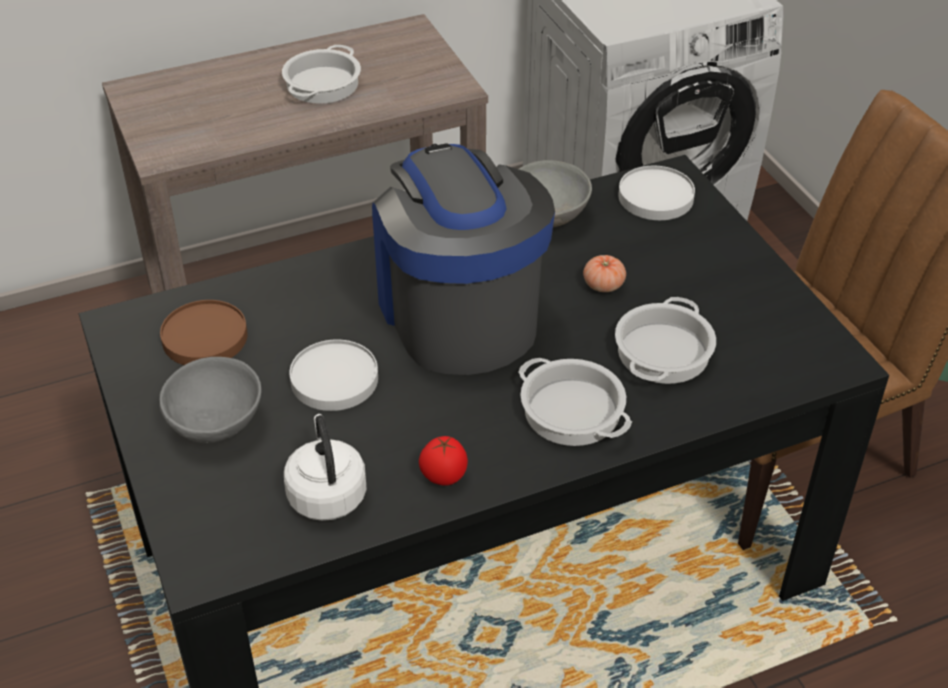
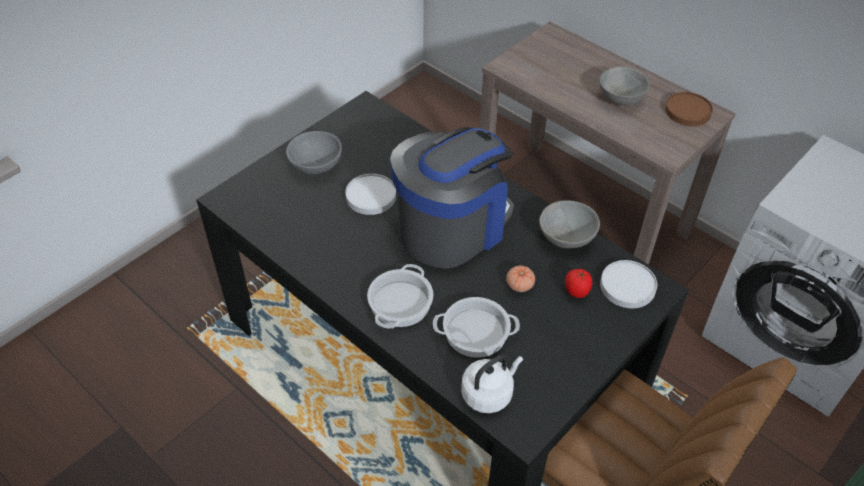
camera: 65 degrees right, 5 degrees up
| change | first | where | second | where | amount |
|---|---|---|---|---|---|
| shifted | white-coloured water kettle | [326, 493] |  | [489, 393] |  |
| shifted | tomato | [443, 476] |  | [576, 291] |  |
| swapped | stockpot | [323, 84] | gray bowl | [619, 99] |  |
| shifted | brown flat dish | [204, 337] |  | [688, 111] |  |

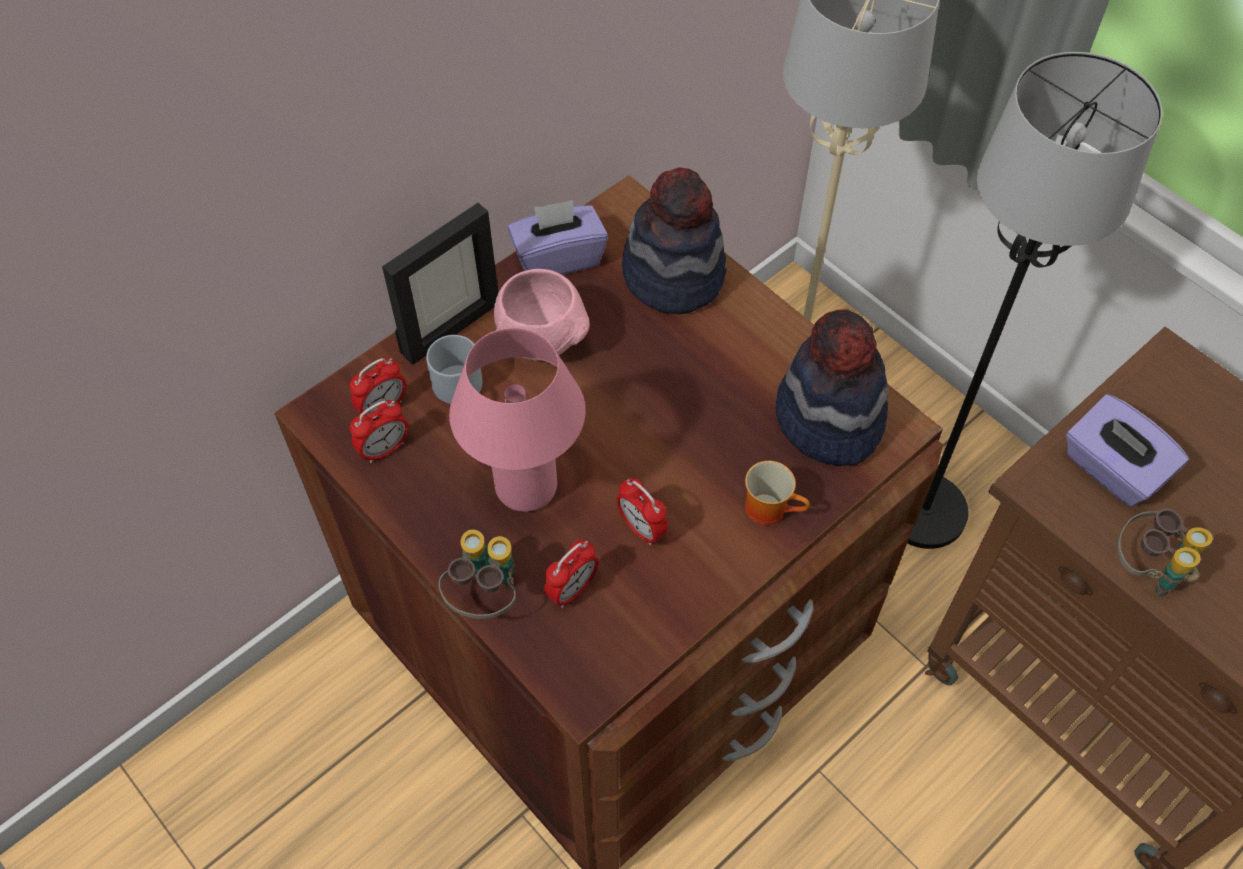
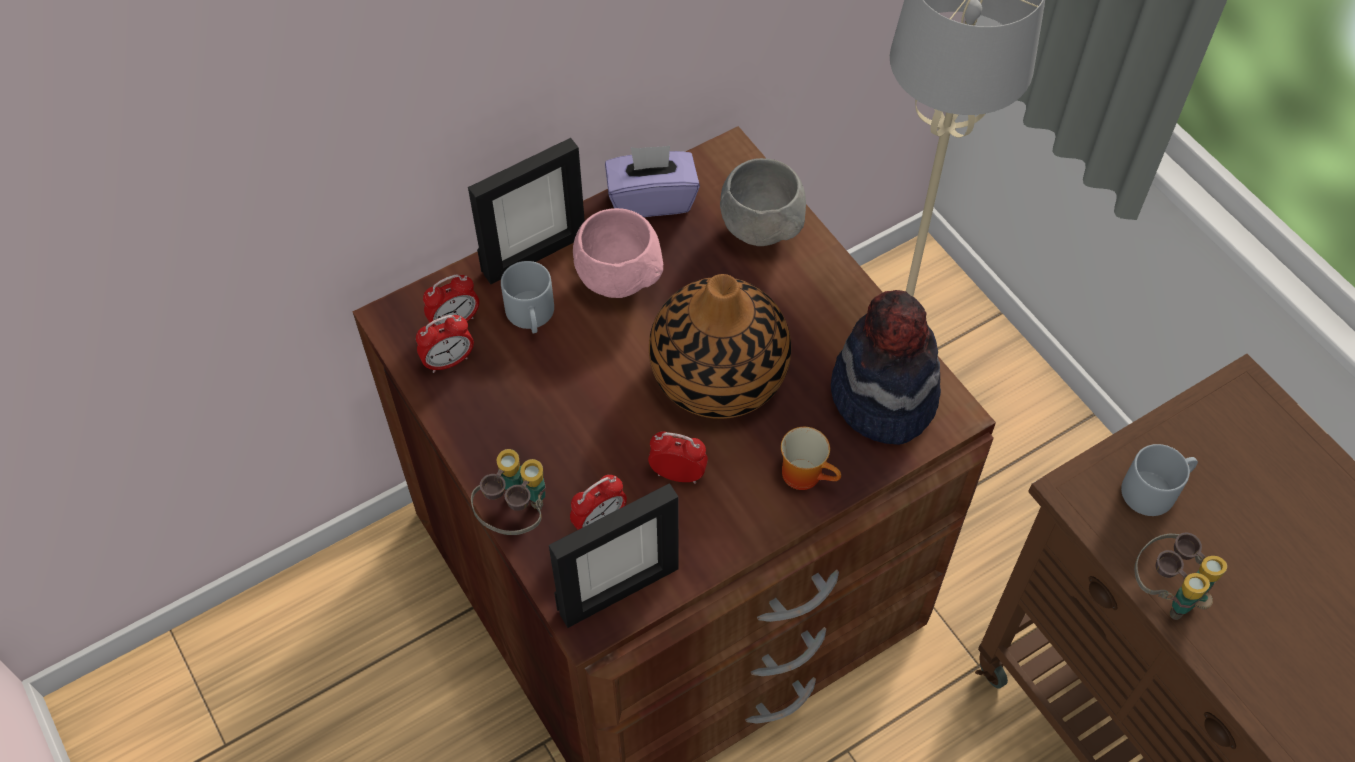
camera: 10 degrees right, 0 degrees up
| change | first | where | second | where | amount |
|---|---|---|---|---|---|
| new |  |  | picture frame | [618, 589] |  |
| rotated | table clock | [641, 528] |  | [677, 474] | 135 degrees clockwise |
| new |  |  | flower vase | [718, 375] |  |
| swapped | wearable hat | [673, 274] | gray bowl | [761, 231] |  |
| swapped | purplish box of tissues | [1111, 469] | gray tea mug | [1155, 488] |  |
| gone | pinkish table lamp | [526, 486] |  |  |  |
| gone | black-coloured standing lamp | [923, 511] |  |  |  |

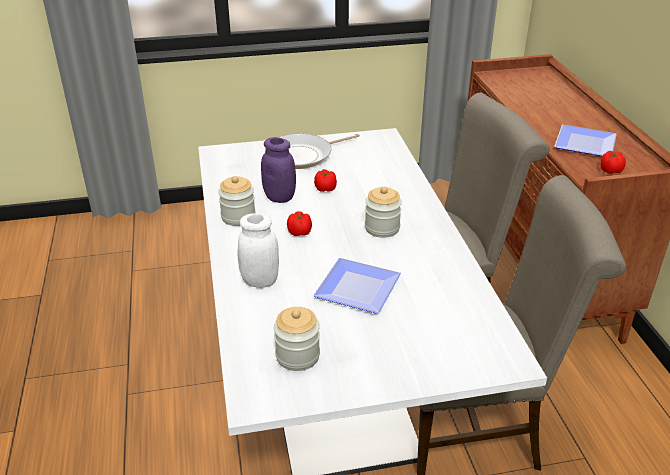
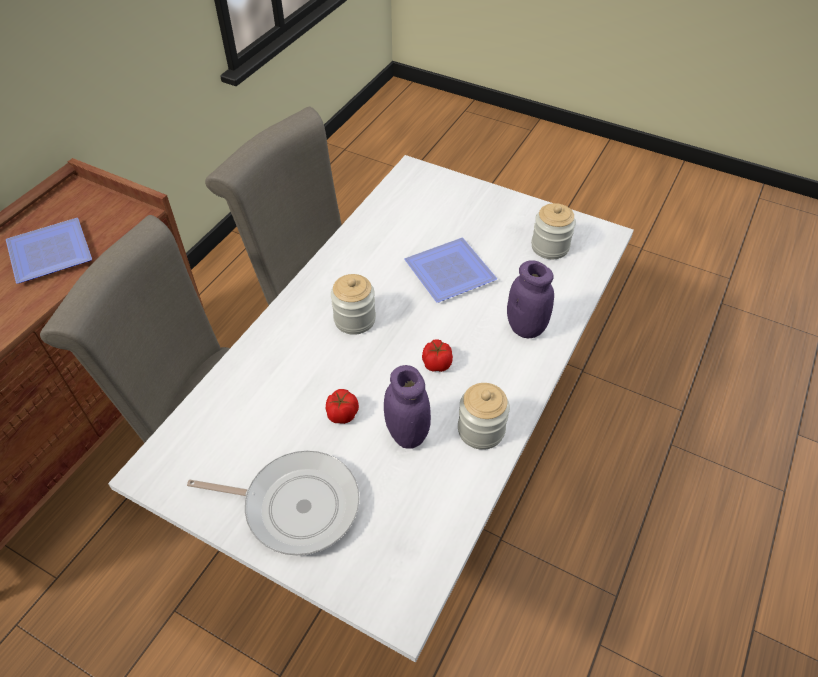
camera: 140 degrees left, 15 degrees up
| change | first | where | second | where | amount |
|---|---|---|---|---|---|
| repainted | white-coloured preserve jar | [260, 281] | purplish preserve jar | [525, 327] |  |
| gone | tomato | [610, 170] |  |  |  |

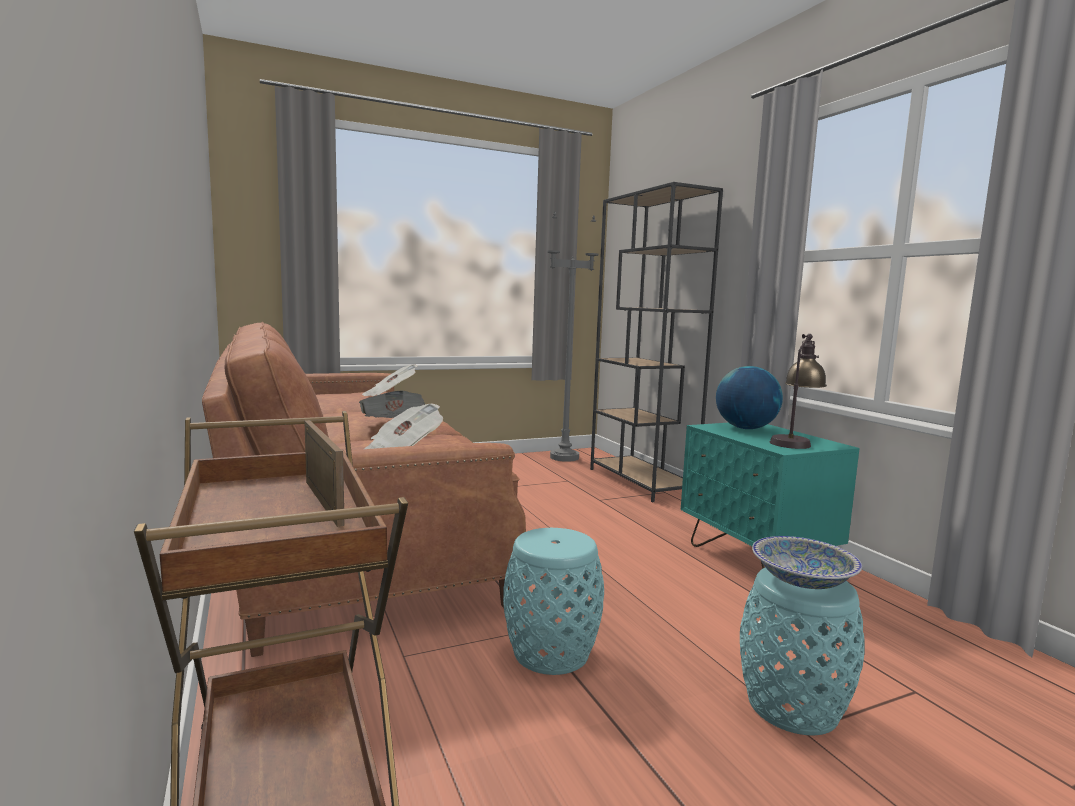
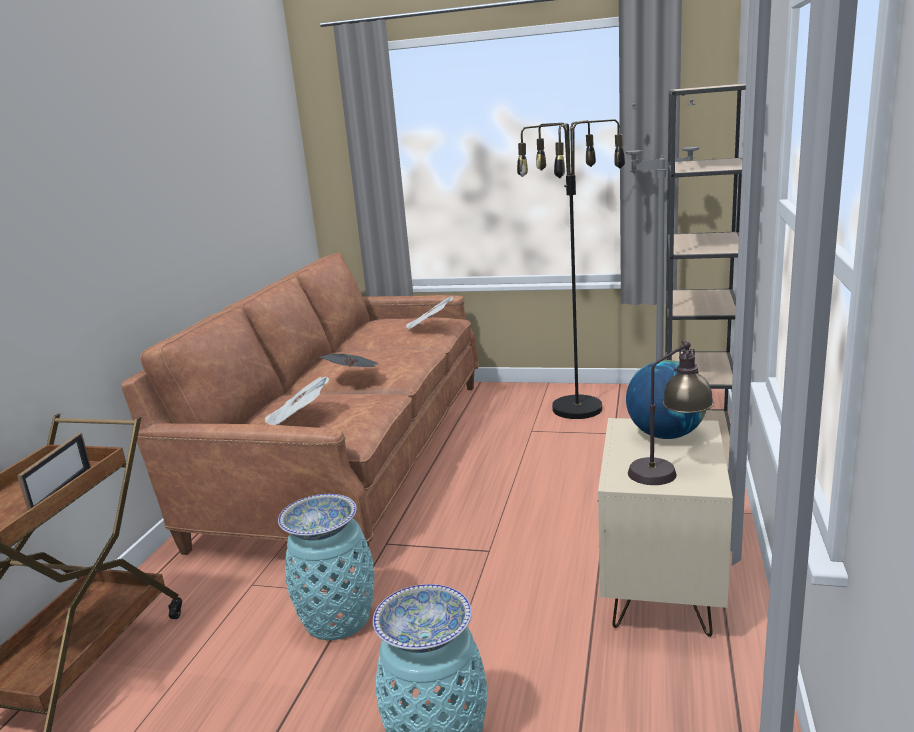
camera: 40 degrees right, 10 degrees up
| change | first | where | second | where | amount |
|---|---|---|---|---|---|
| new |  |  | bowl | [320, 531] |  |
| new |  |  | standing lamp | [576, 408] |  |
| repainted | turquoise night table | [756, 561] | sand-coloured night table | [661, 591] |  |

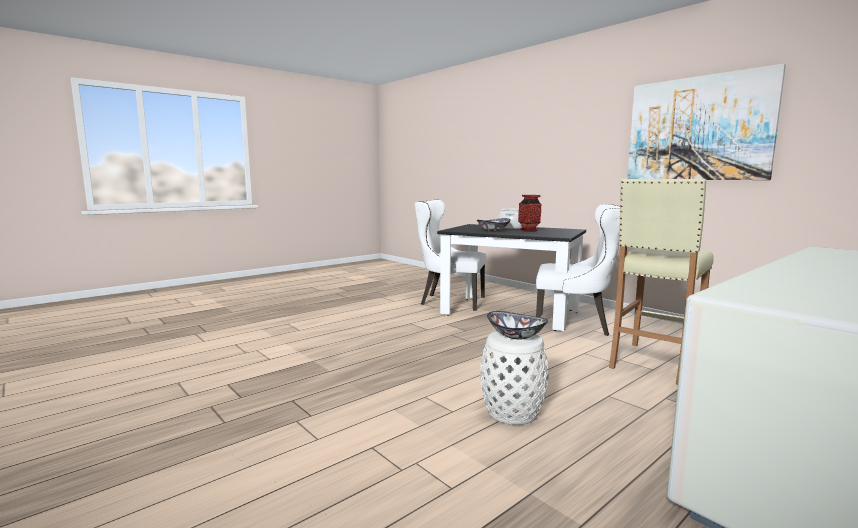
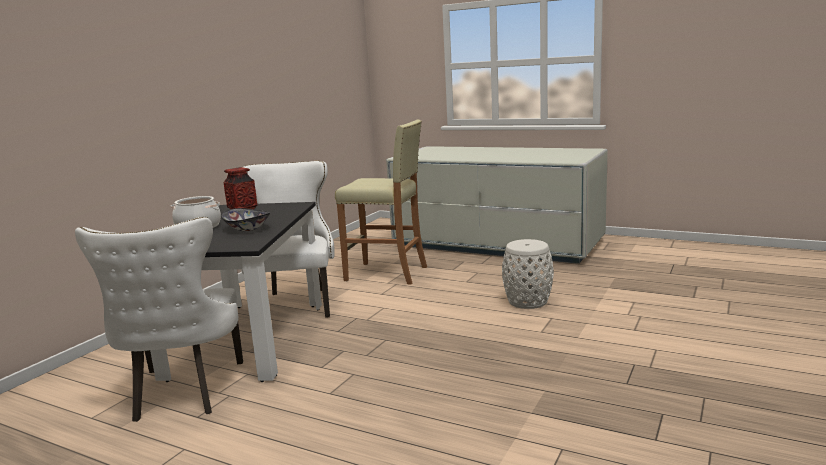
camera: 110 degrees left, 5 degrees up
| change | first | where | second | where | amount |
|---|---|---|---|---|---|
| gone | bowl | [516, 336] |  |  |  |
| gone | picture | [697, 129] |  |  |  |

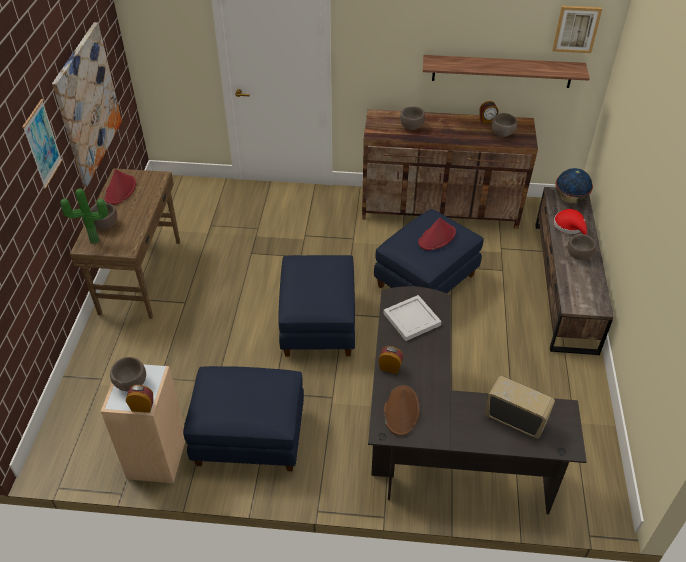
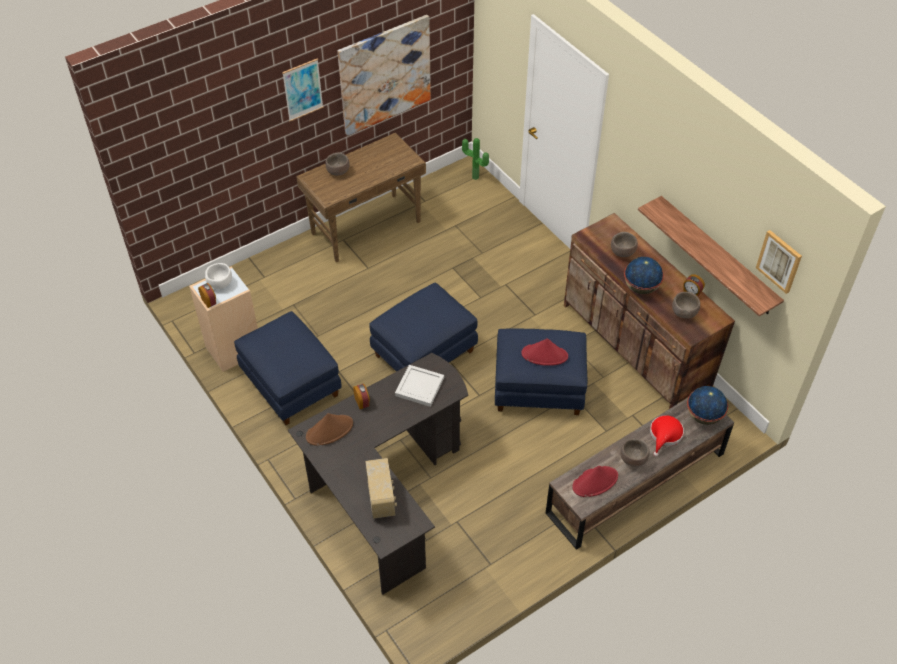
camera: 50 degrees right, 5 degrees up
| change | first | where | second | where | amount |
|---|---|---|---|---|---|
| repainted | brown bowl | [130, 383] | white-coloured bowl | [220, 283] |  |
| shifted | plant in a pot | [95, 242] |  | [474, 178] |  |
| shifted | red wearable hat | [120, 190] |  | [595, 482] |  |
| new |  |  | globe | [641, 288] |  |

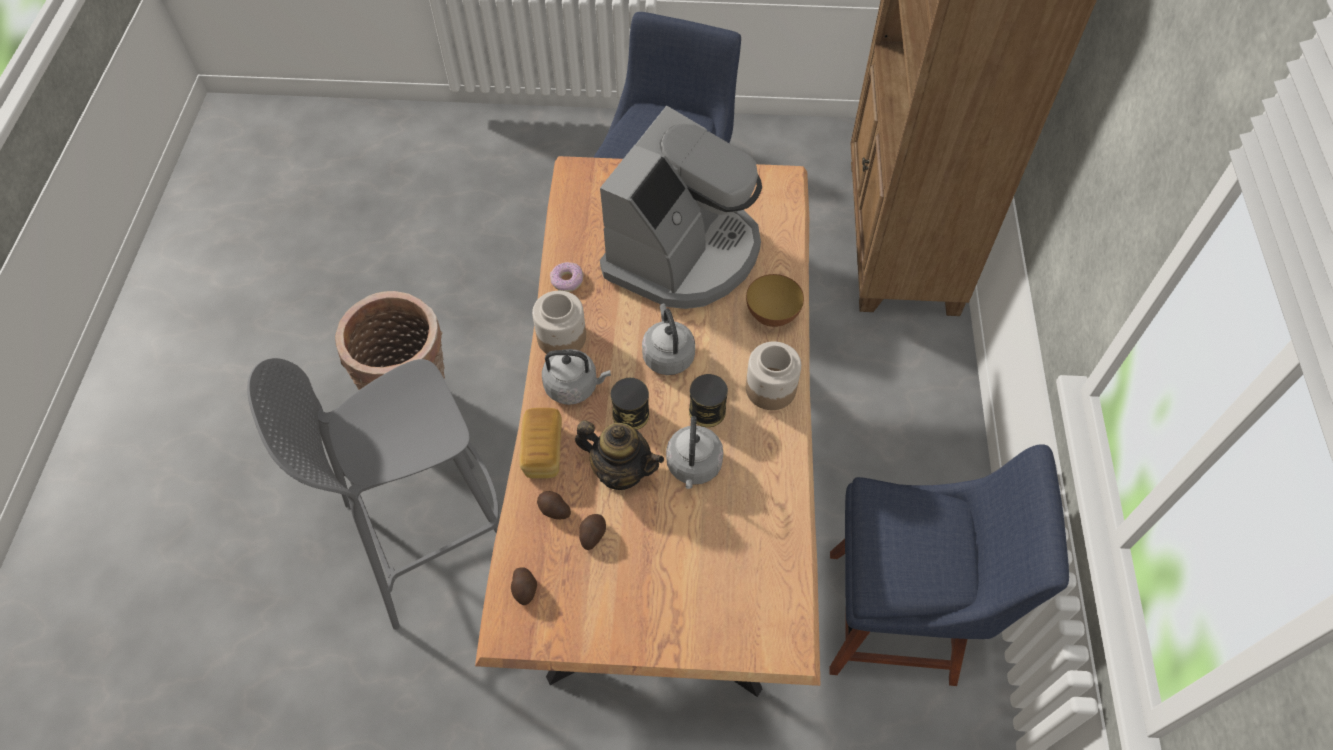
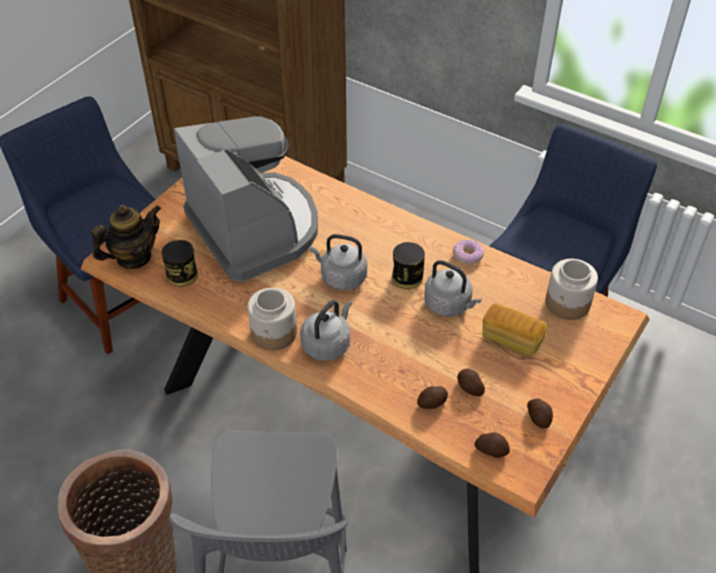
camera: 60 degrees left, 10 degrees down
| change | first | where | second | where | amount |
|---|---|---|---|---|---|
| shifted | pot for tea | [621, 471] |  | [133, 257] |  |
| shifted | metal can | [630, 414] |  | [182, 275] |  |
| shifted | donut | [567, 280] |  | [467, 255] |  |
| shifted | bread | [543, 451] |  | [511, 338] |  |
| new |  |  | spud | [539, 417] |  |
| shifted | preserve jar | [770, 389] |  | [567, 304] |  |
| gone | bowl | [772, 315] |  |  |  |

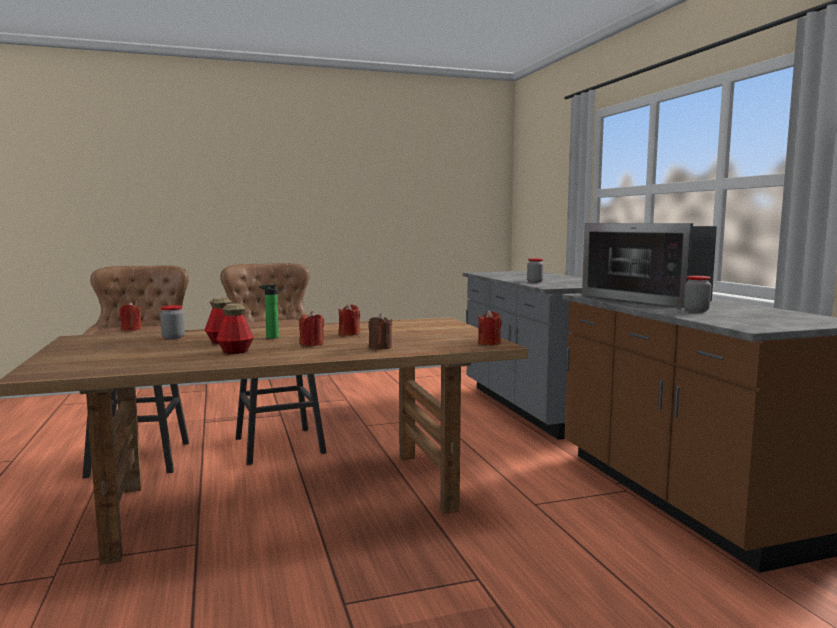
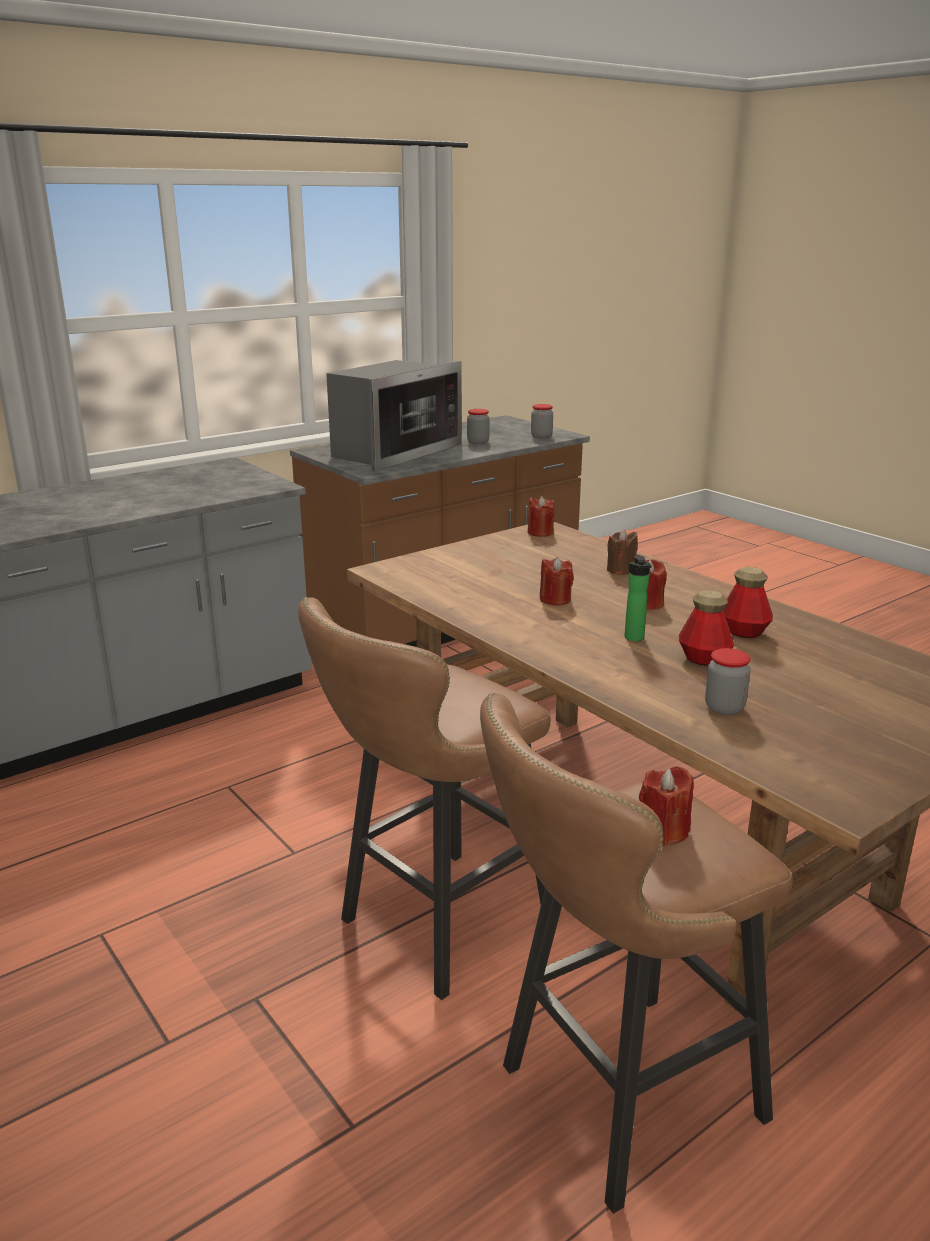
camera: 110 degrees left, 15 degrees up
| change | first | where | second | where | amount |
|---|---|---|---|---|---|
| shifted | preserve jar | [535, 282] |  | [541, 437] |  |

